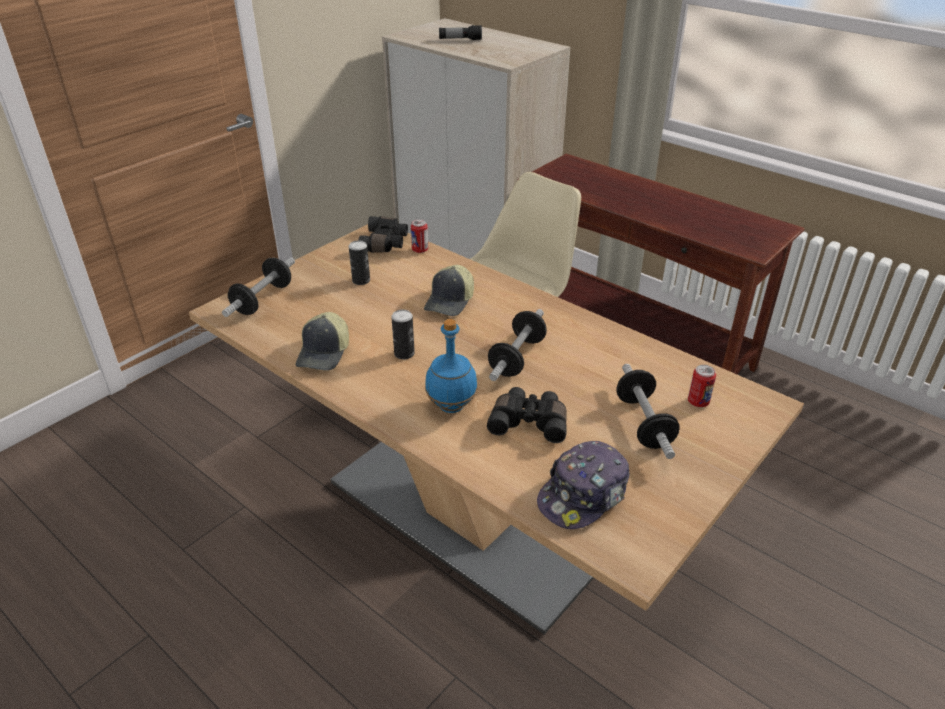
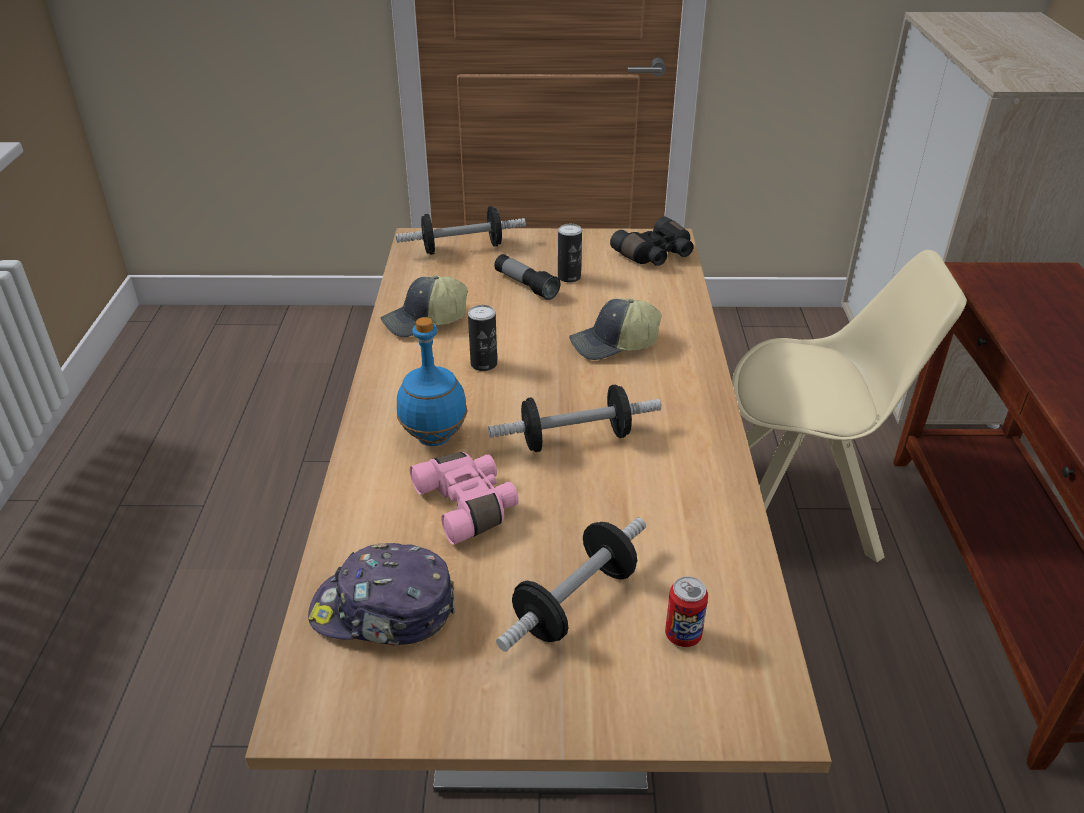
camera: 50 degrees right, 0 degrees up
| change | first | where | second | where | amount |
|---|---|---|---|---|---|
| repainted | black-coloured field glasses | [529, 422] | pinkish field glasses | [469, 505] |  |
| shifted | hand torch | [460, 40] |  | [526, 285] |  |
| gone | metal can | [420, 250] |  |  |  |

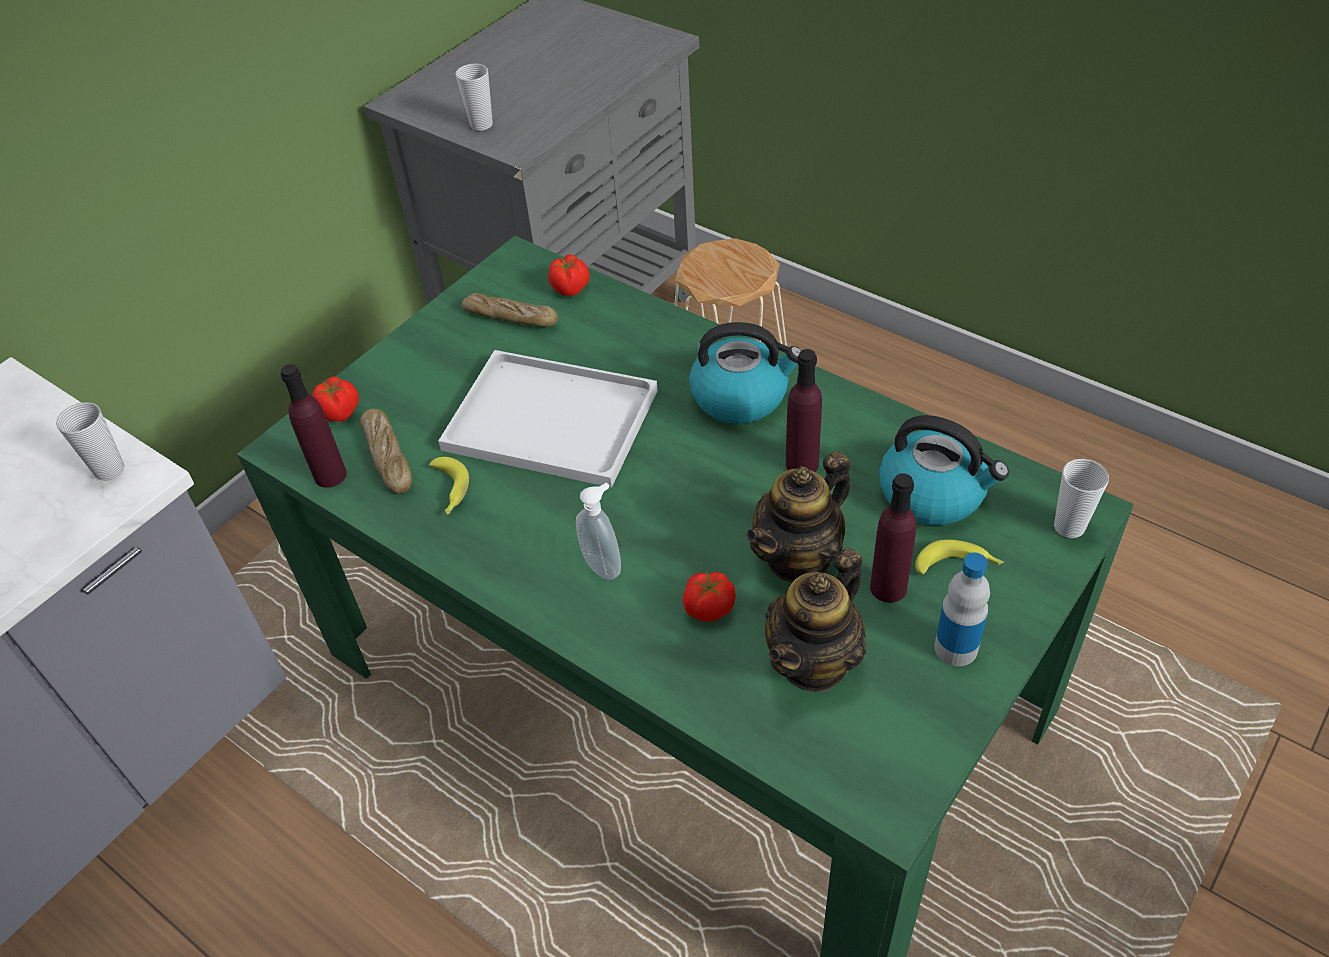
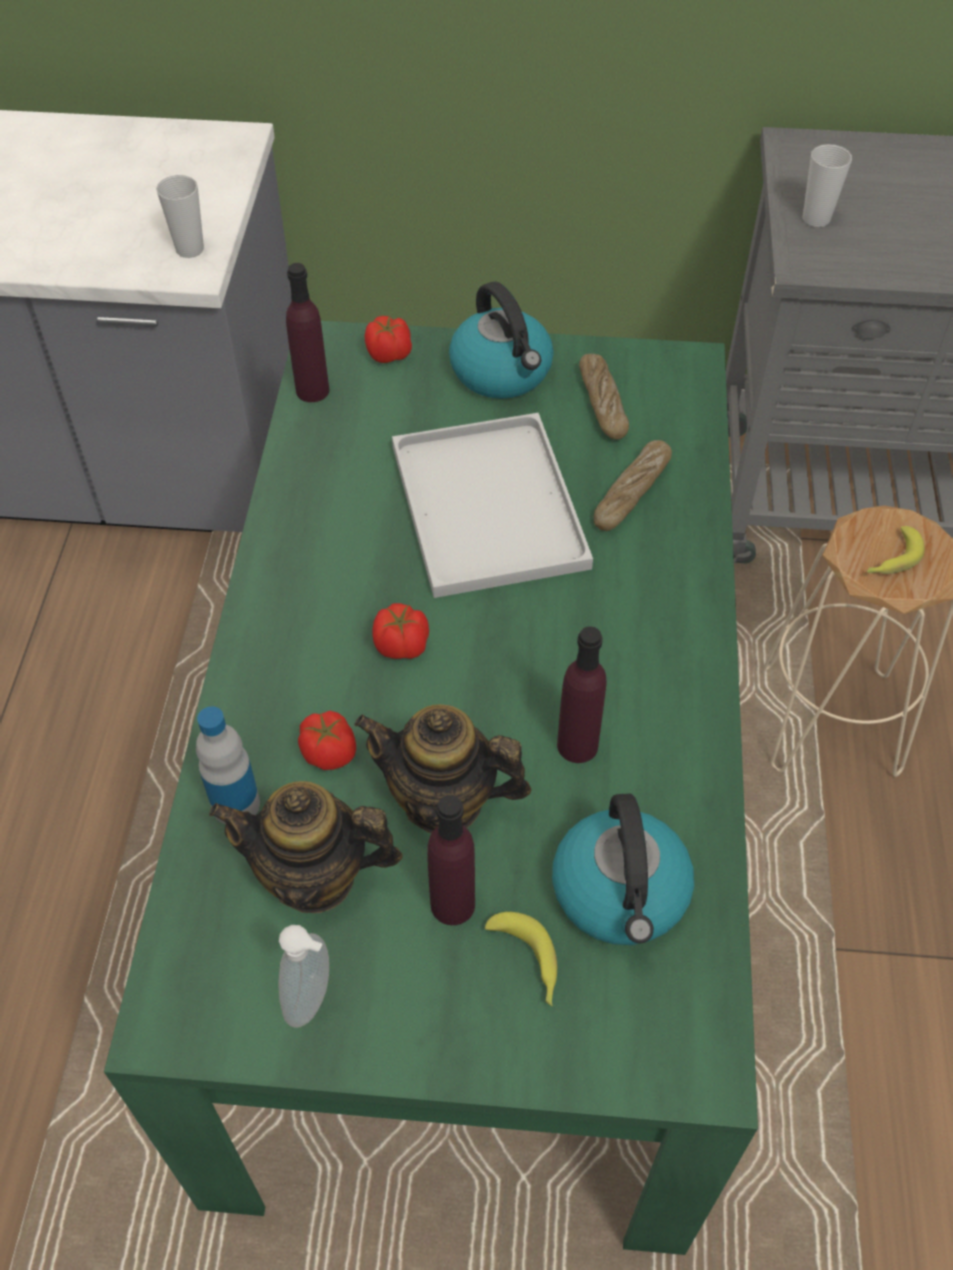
camera: 55 degrees right, 5 degrees up
| change | first | where | second | where | amount |
|---|---|---|---|---|---|
| shifted | beverage bottle | [956, 648] |  | [236, 804] |  |
| shifted | soap dispenser | [604, 565] |  | [313, 1000] |  |
| shifted | tomato | [571, 288] |  | [402, 646] |  |
| shifted | water kettle | [741, 396] |  | [502, 372] |  |
| shifted | bread | [388, 456] |  | [632, 492] |  |
| shifted | banana | [449, 491] |  | [891, 559] |  |
| gone | drinking cup | [1069, 527] |  |  |  |

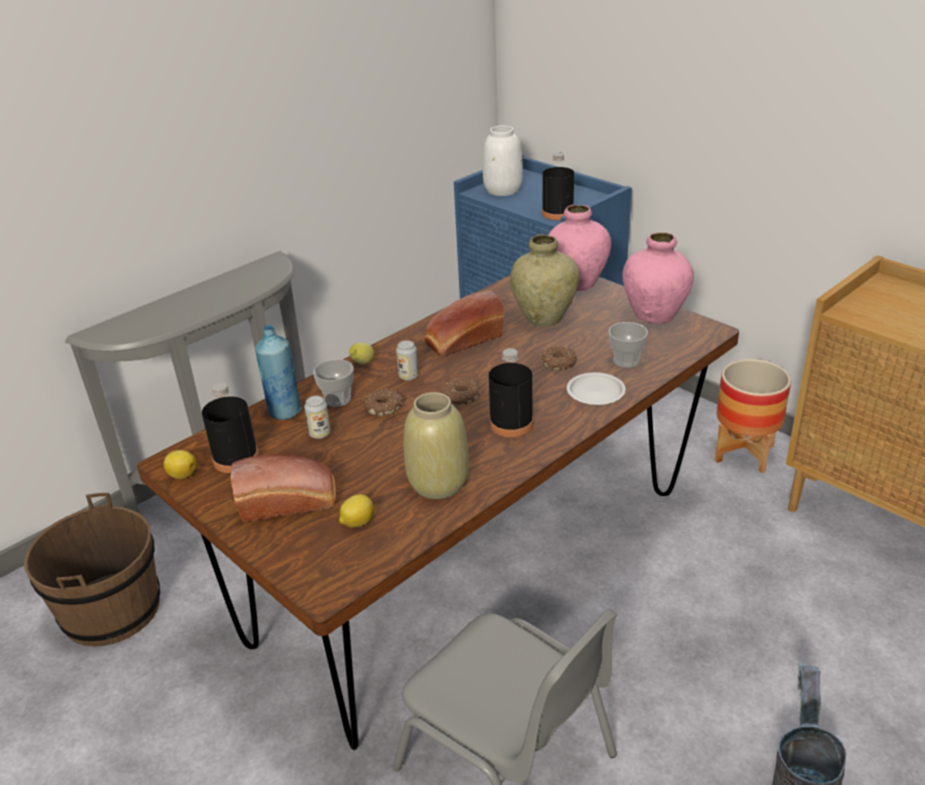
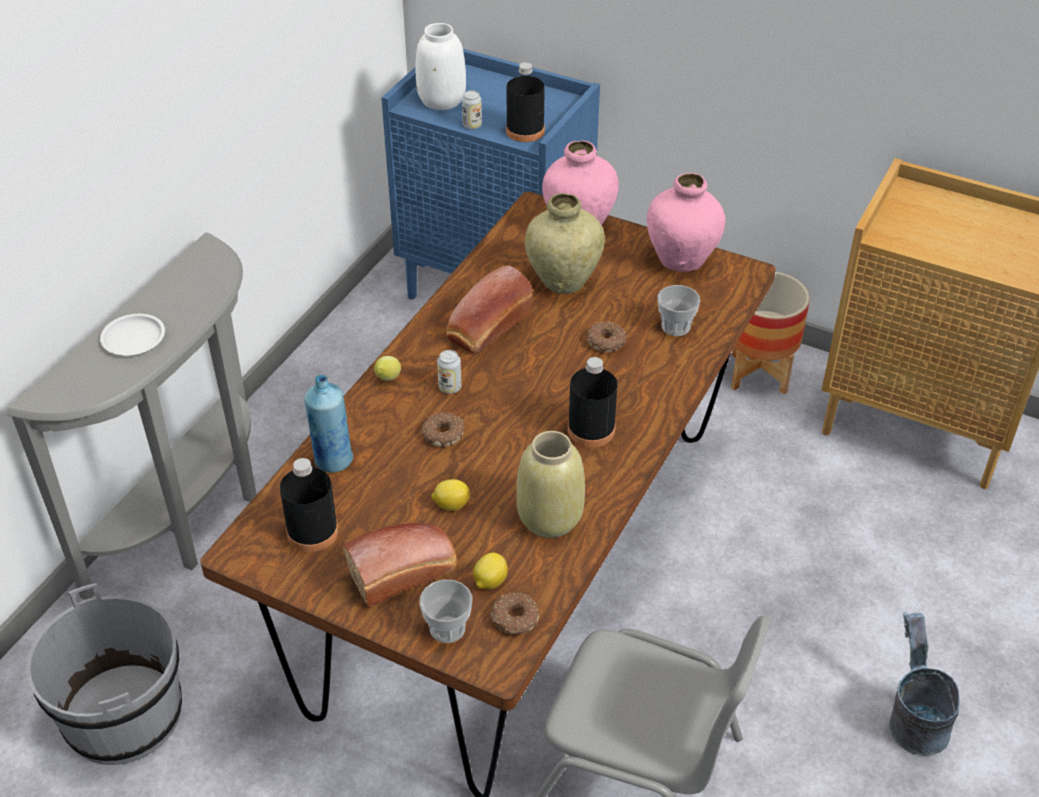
camera: 20 degrees left, 10 degrees up
| change | first | where | second | where | amount |
|---|---|---|---|---|---|
| repainted | brown bucket | [112, 610] | gray bucket | [124, 715] |  |
| shifted | white-coloured flat dish | [595, 392] |  | [133, 338] |  |
| shifted | drinking cup | [337, 399] |  | [447, 628] |  |
| shifted | lemon | [182, 475] |  | [451, 505] |  |
| shifted | metal can | [320, 434] |  | [472, 125] |  |
| shifted | donut | [460, 397] |  | [514, 619] |  |

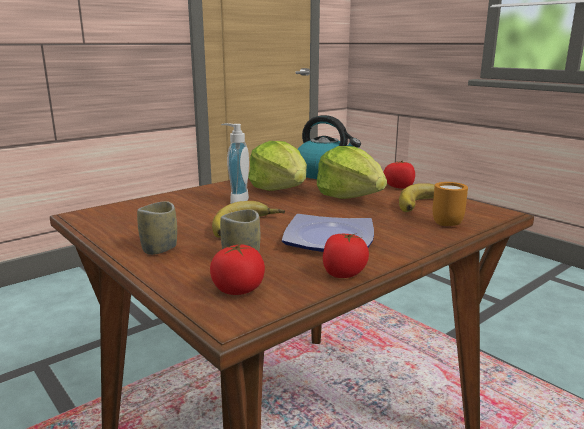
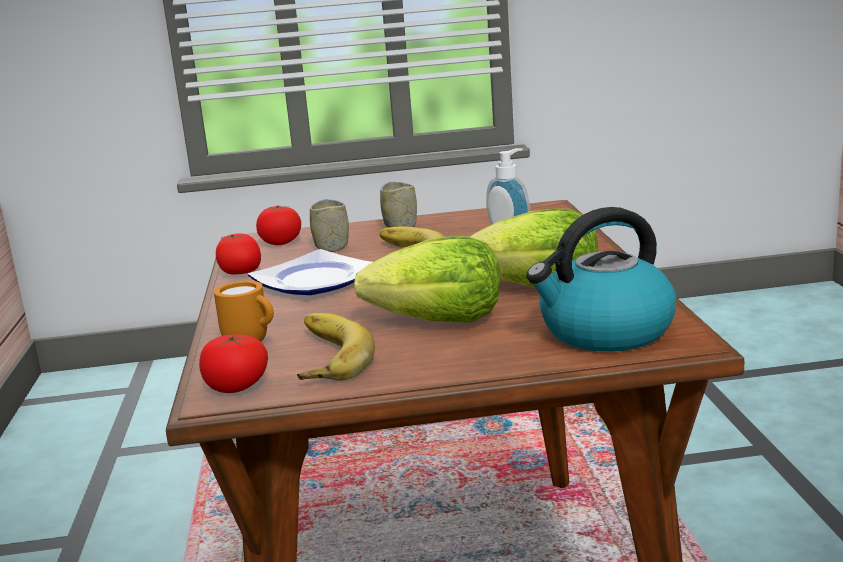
camera: 125 degrees right, 0 degrees up
| change | first | where | second | where | amount |
|---|---|---|---|---|---|
| shifted | tomato | [399, 187] |  | [237, 387] |  |

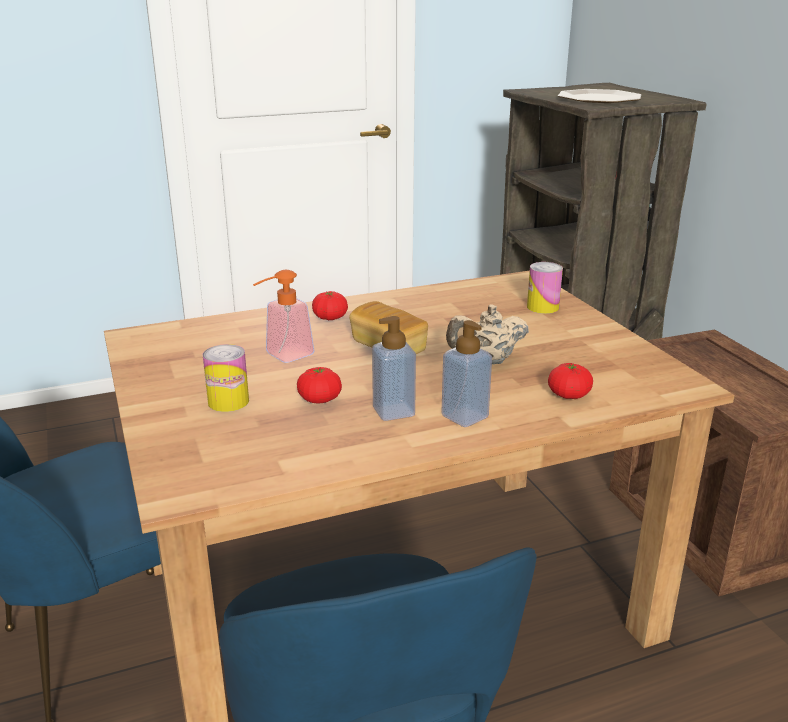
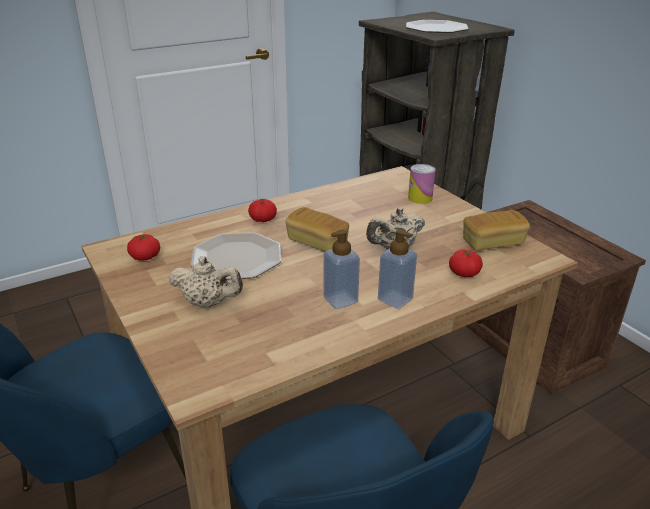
camera: 10 degrees left, 5 degrees up
| change | first | where | second | where | amount |
|---|---|---|---|---|---|
| shifted | tomato | [319, 399] |  | [145, 257] |  |
| swapped | metal can | [228, 401] | sand-coloured pot for tea | [208, 303] |  |
| swapped | soap dispenser | [283, 356] | flat dish | [237, 258] |  |
| new |  |  | bread | [493, 243] |  |

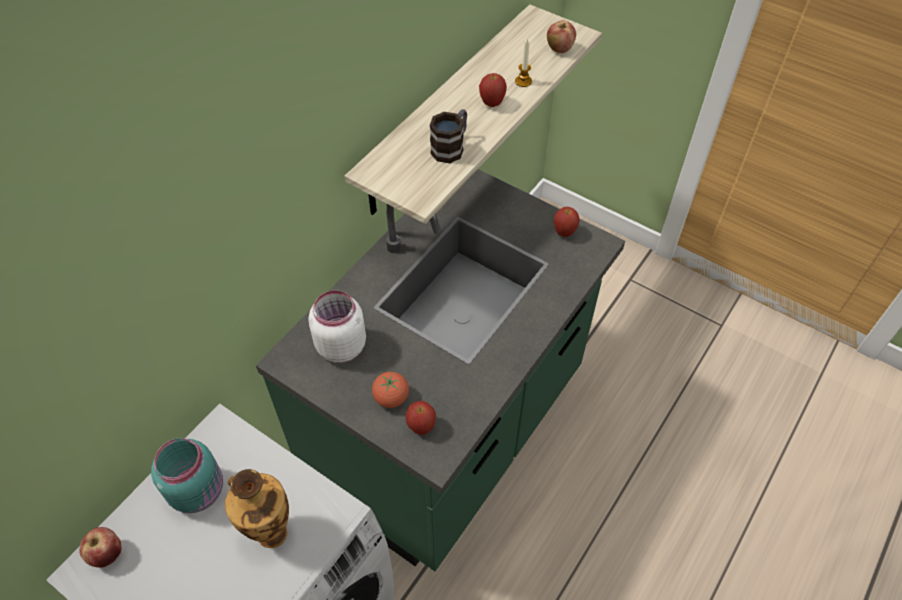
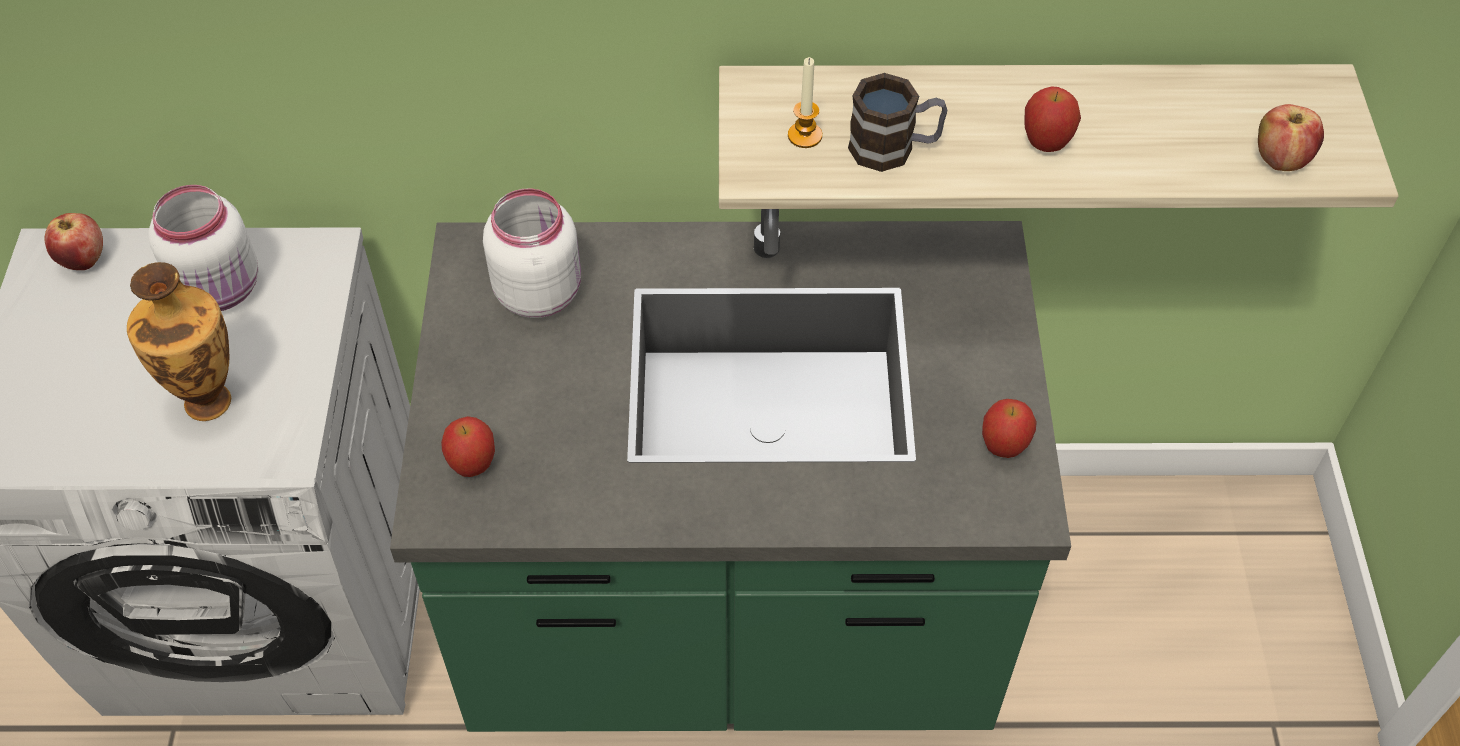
camera: 55 degrees right, 0 degrees up
| change | first | where | second | where | amount |
|---|---|---|---|---|---|
| repainted | turquoise preserve jar | [199, 490] | white-coloured preserve jar | [222, 289] |  |
| shifted | wax light | [523, 81] |  | [805, 136] |  |
| gone | tomato | [391, 398] |  |  |  |

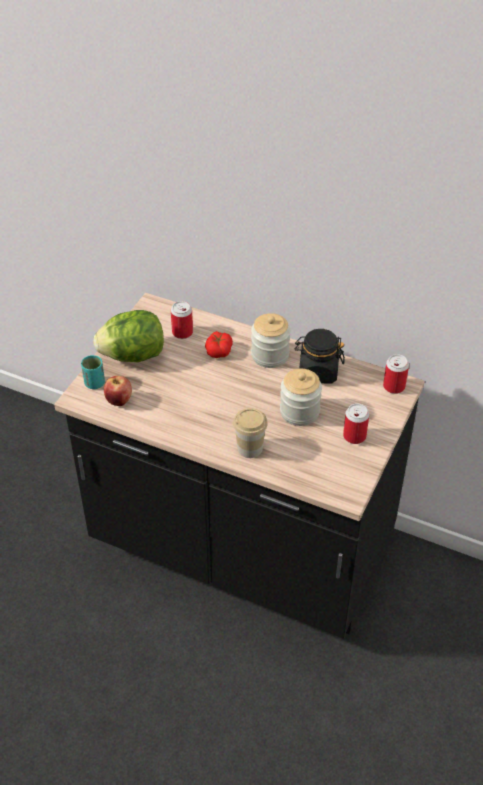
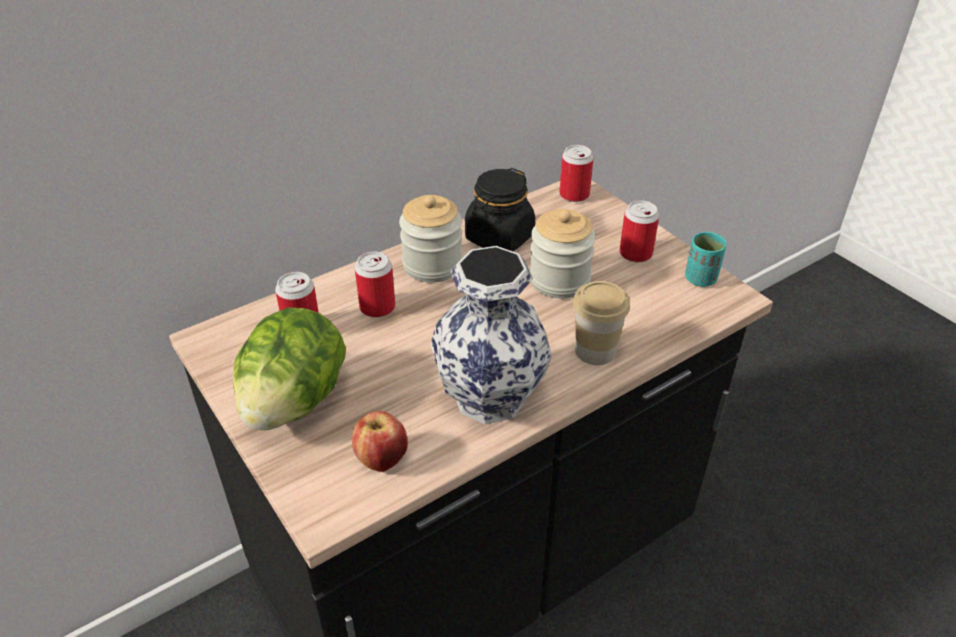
camera: 60 degrees left, 5 degrees down
| change | first | where | second | where | amount |
|---|---|---|---|---|---|
| swapped | tomato | [218, 351] | metal can | [377, 307] |  |
| new |  |  | flower vase | [492, 396] |  |
| shifted | turquoise drinking cup | [94, 383] |  | [700, 279] |  |

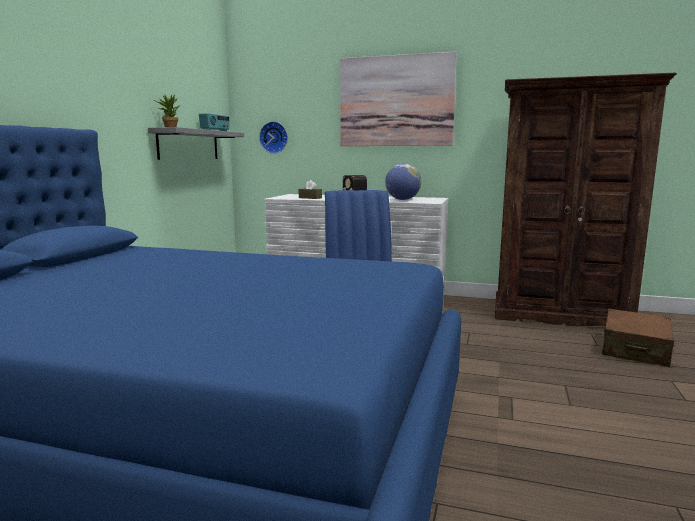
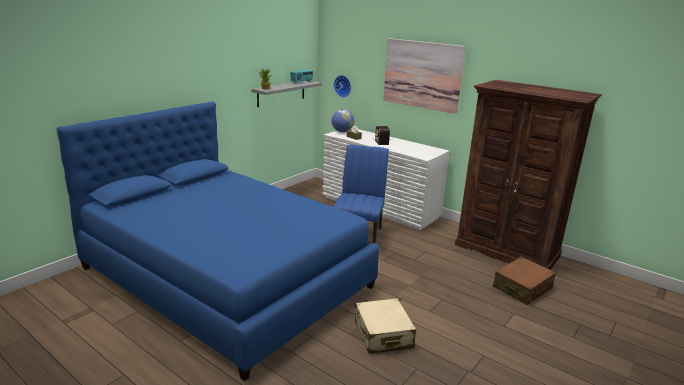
camera: 20 degrees right, 10 degrees up
| change | first | where | second | where | amount |
|---|---|---|---|---|---|
| shifted | globe | [402, 200] |  | [342, 132] |  |
| new |  |  | sand-coloured piece of luggage | [383, 334] |  |

